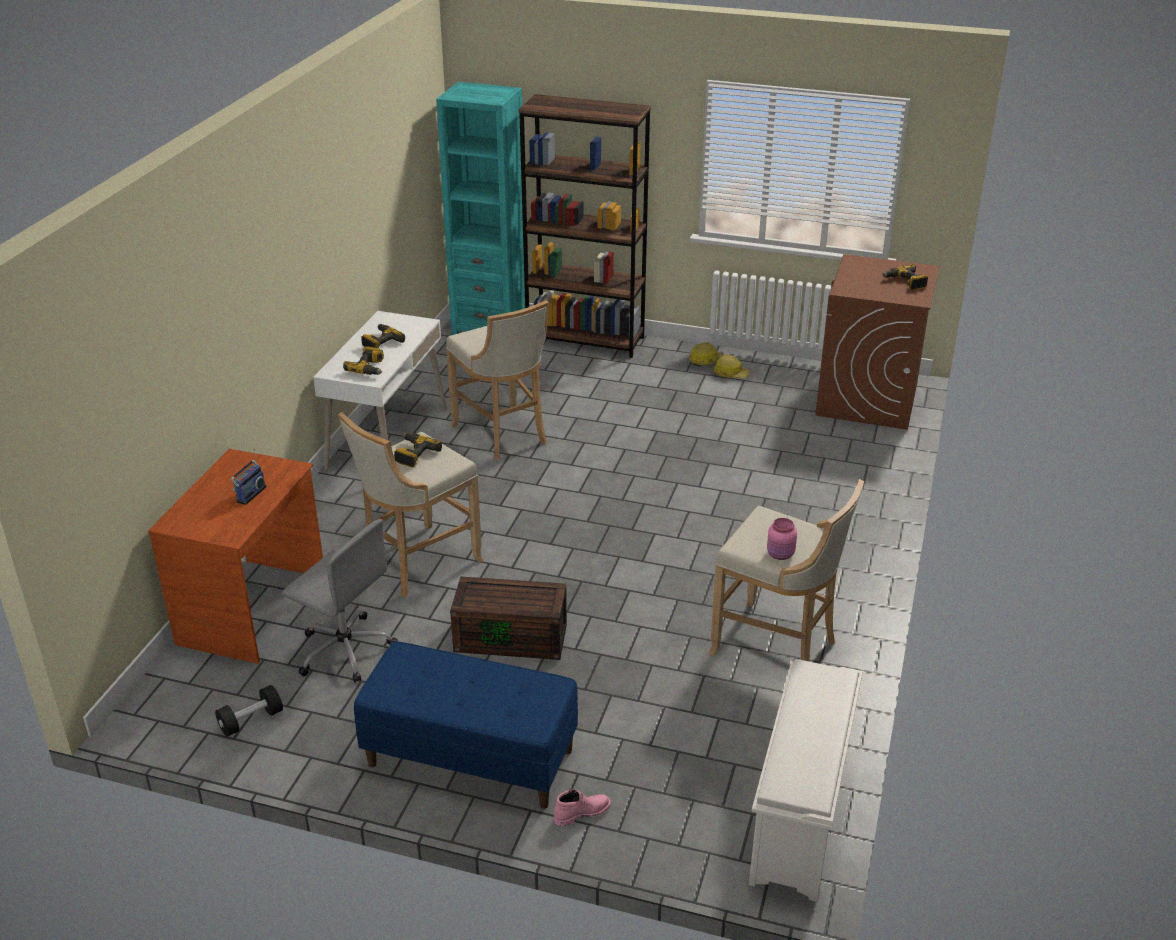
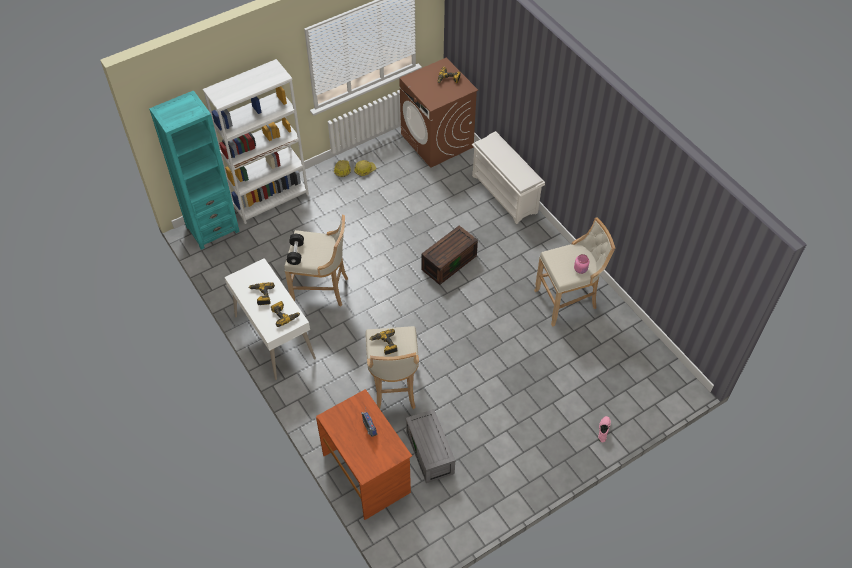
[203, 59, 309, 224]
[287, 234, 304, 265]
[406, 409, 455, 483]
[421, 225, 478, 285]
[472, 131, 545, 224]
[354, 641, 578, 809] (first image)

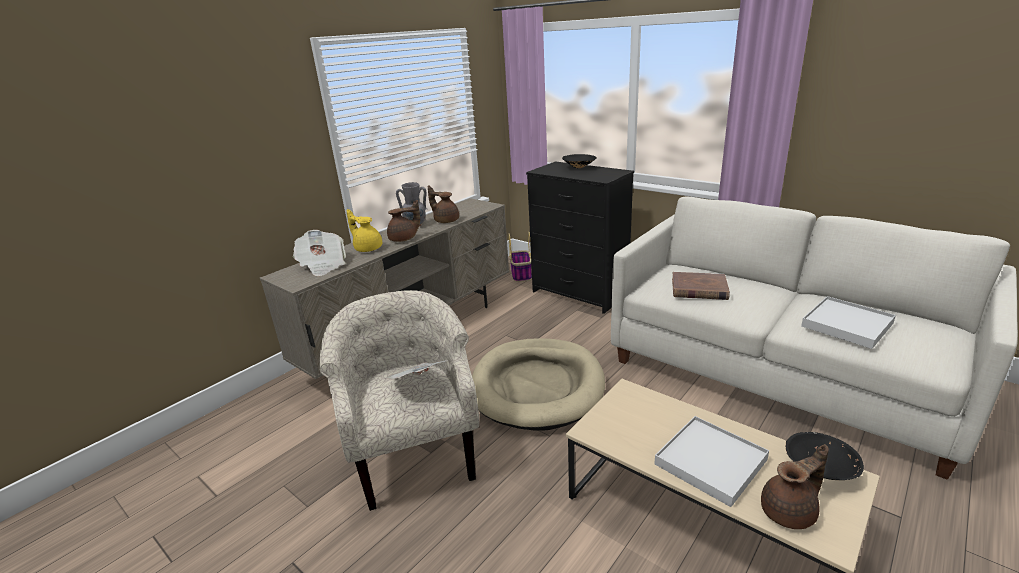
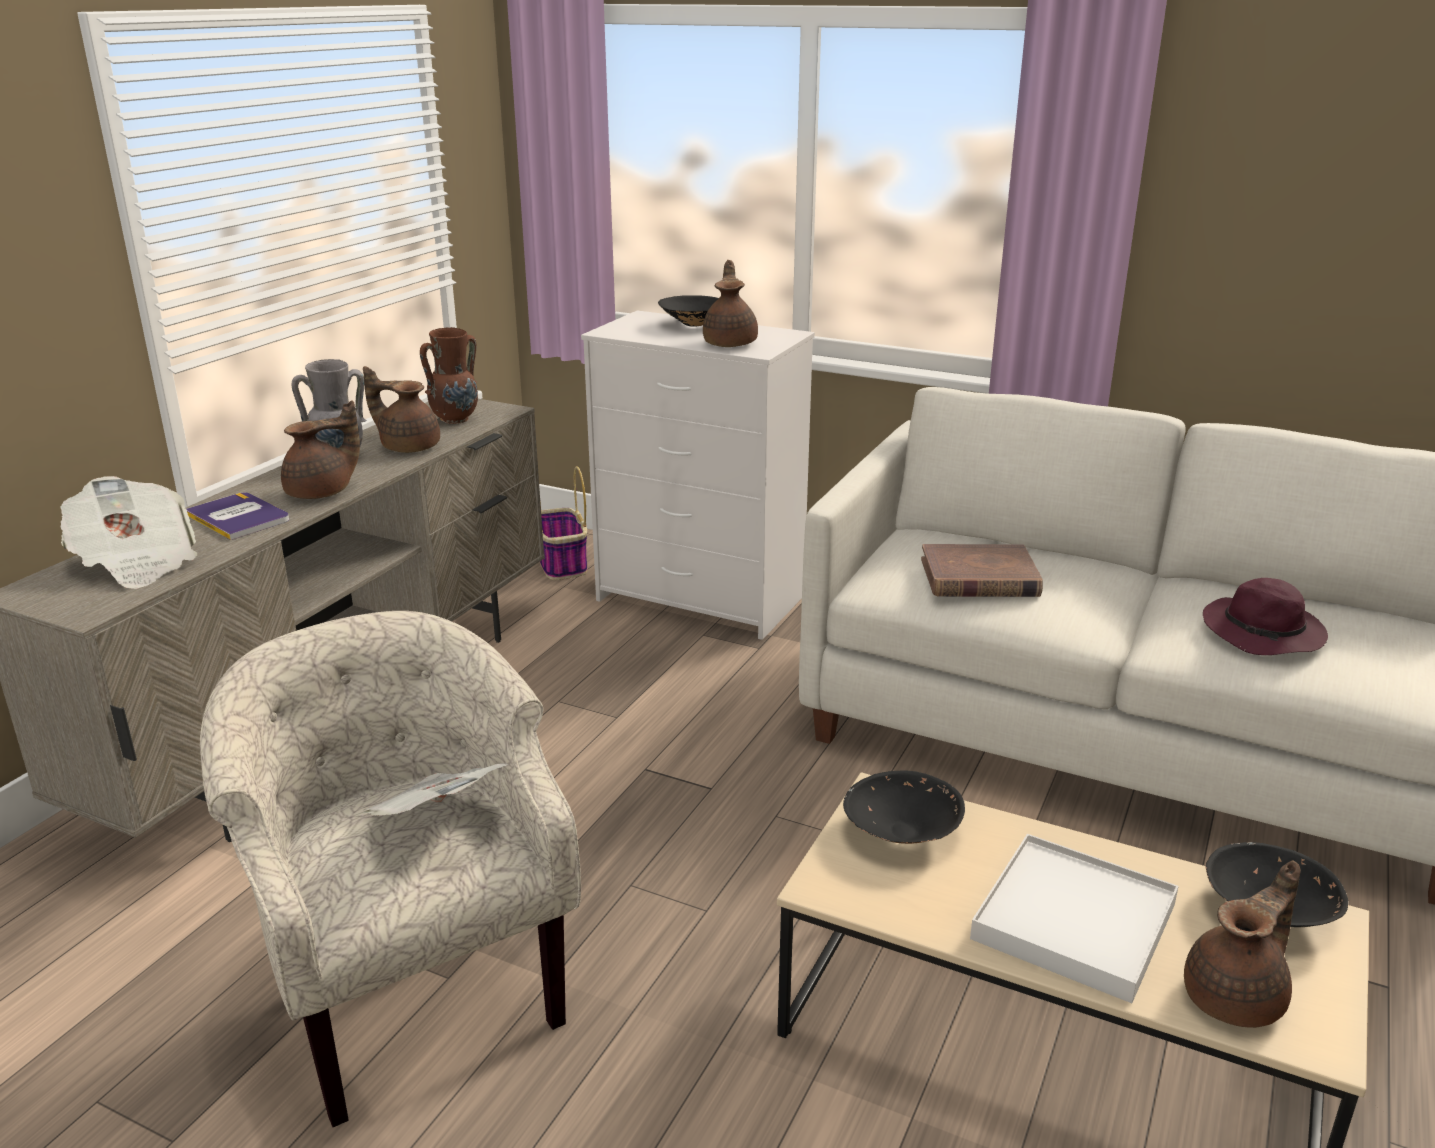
[187, 492, 289, 540]
[420, 327, 478, 424]
[581, 311, 815, 640]
[703, 260, 758, 347]
[843, 770, 965, 844]
[1203, 578, 1328, 655]
[472, 338, 605, 431] (first image)

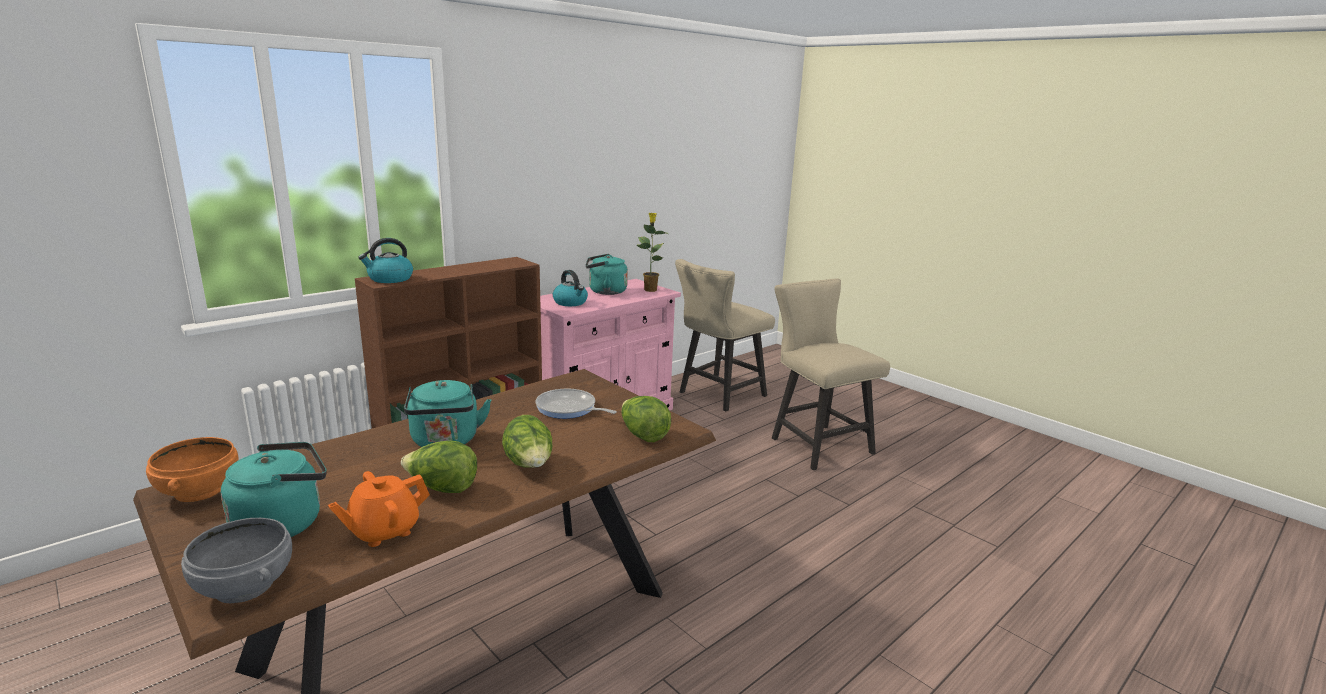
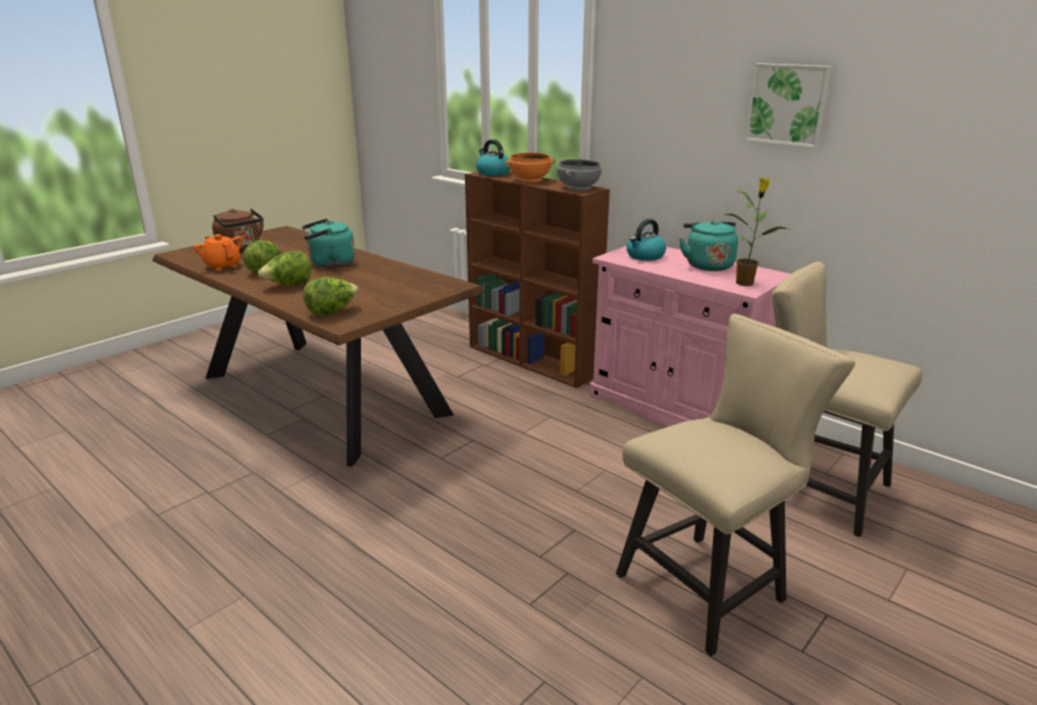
[212, 208, 264, 253]
[505, 153, 555, 182]
[557, 159, 601, 191]
[745, 63, 833, 148]
[536, 389, 617, 419] (first image)

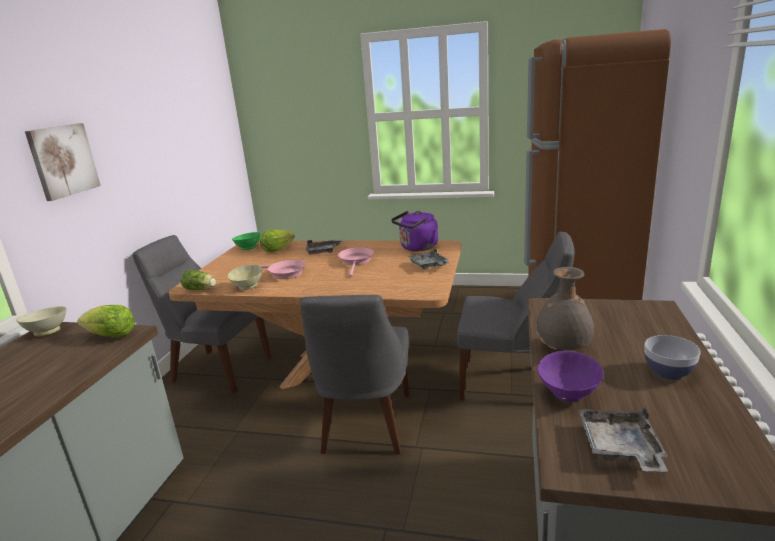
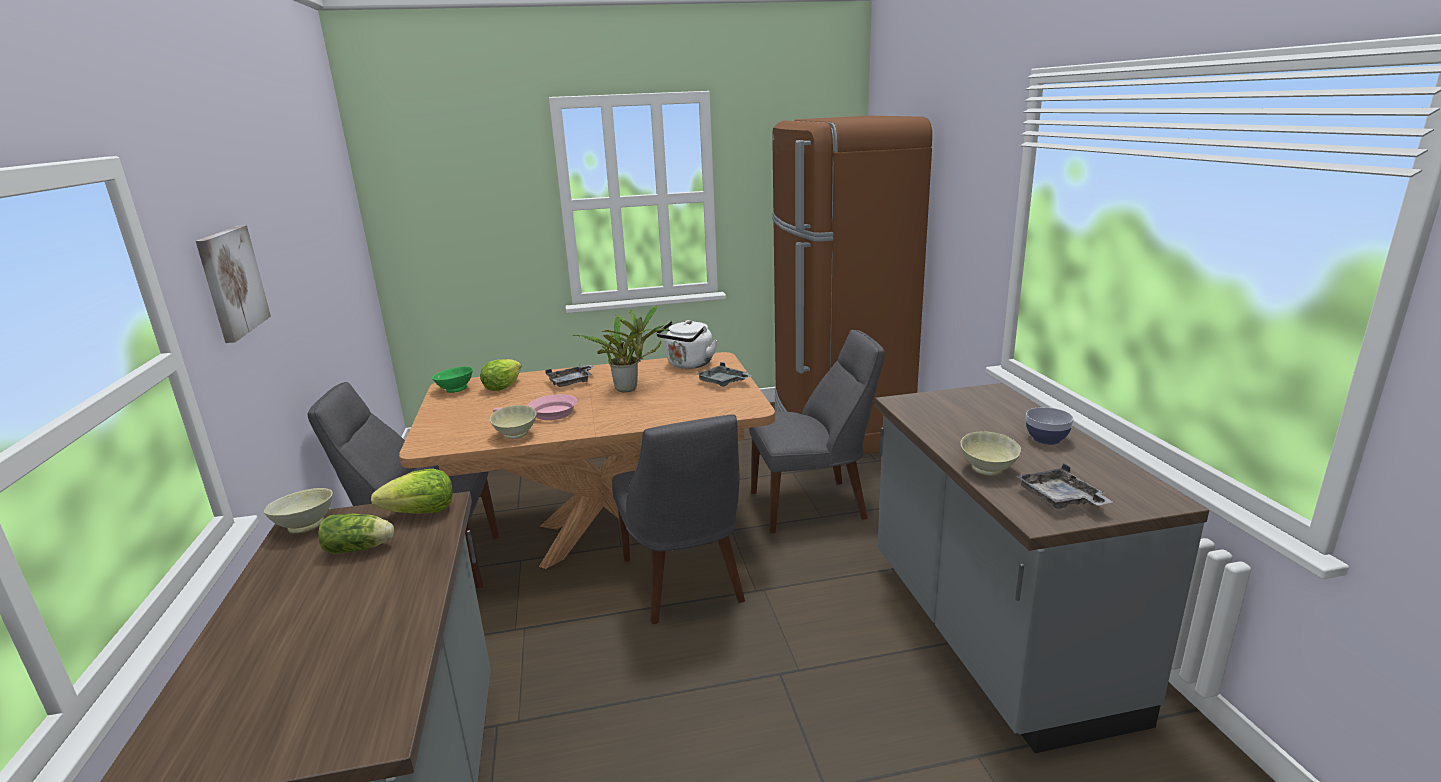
[318, 514, 394, 553]
[572, 305, 670, 392]
[656, 320, 718, 369]
[960, 432, 1021, 476]
[536, 267, 594, 350] (first image)

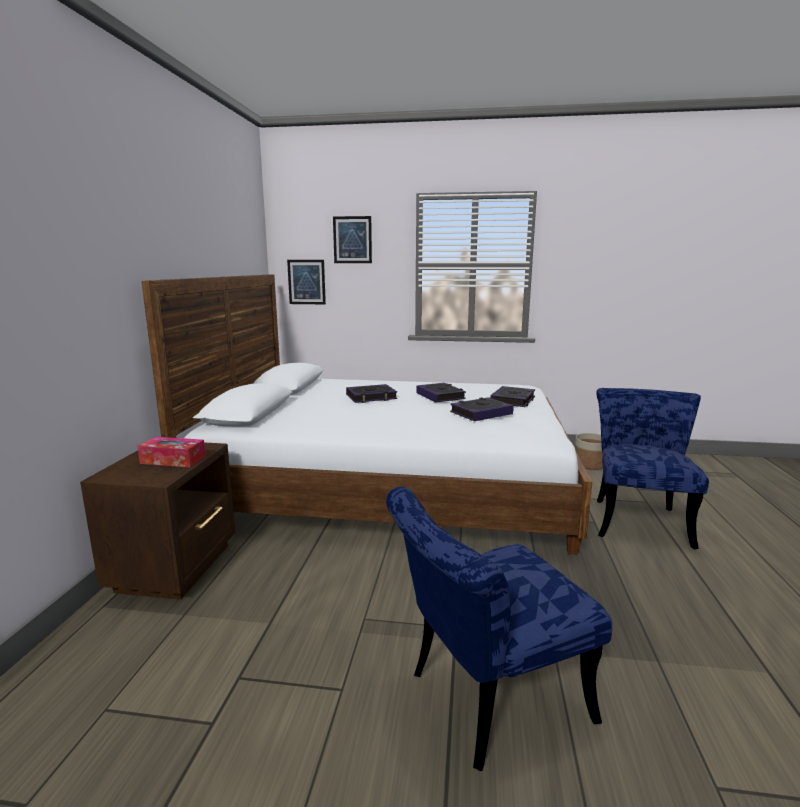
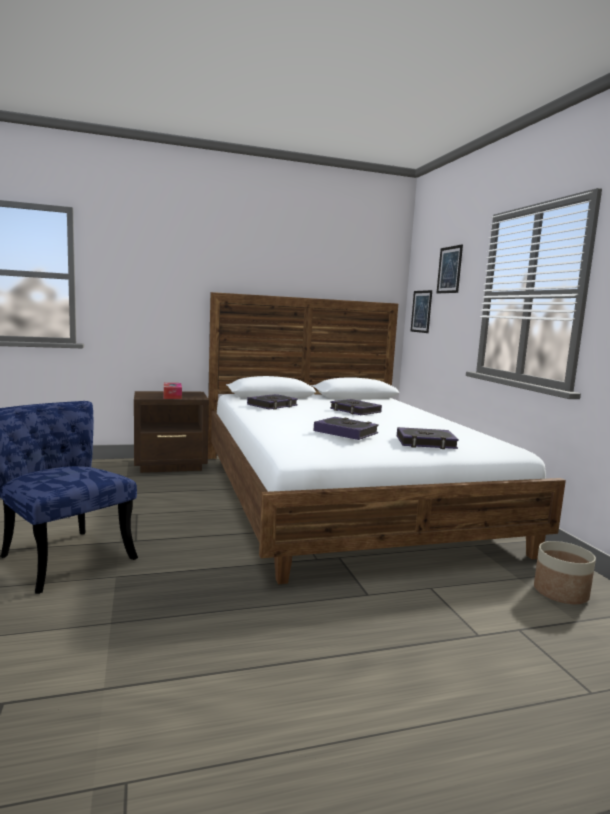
[247, 394, 298, 410]
[597, 388, 709, 549] (first image)

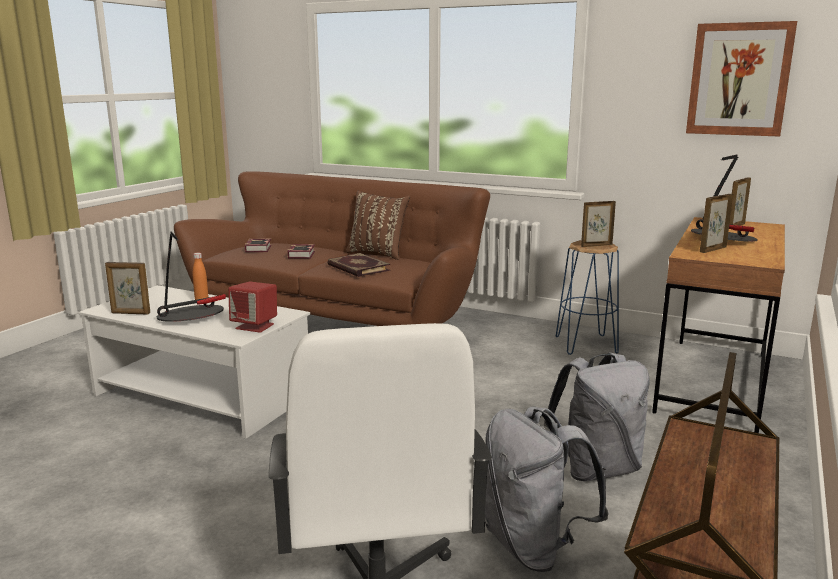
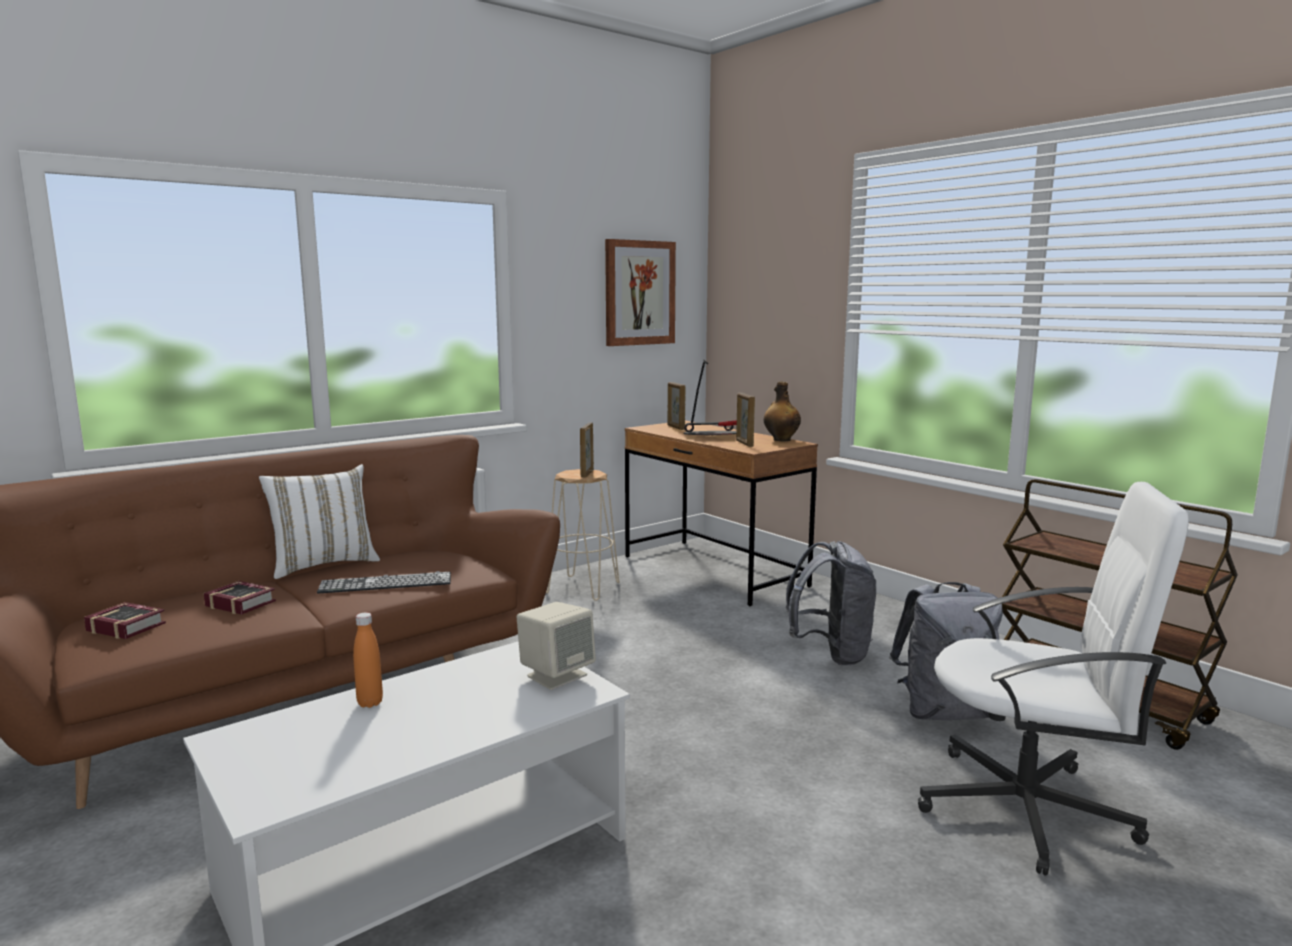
[259, 464, 380, 579]
[317, 571, 451, 593]
[517, 602, 596, 690]
[546, 469, 619, 601]
[764, 382, 801, 441]
[105, 262, 150, 314] (first image)
[157, 231, 226, 322] (first image)

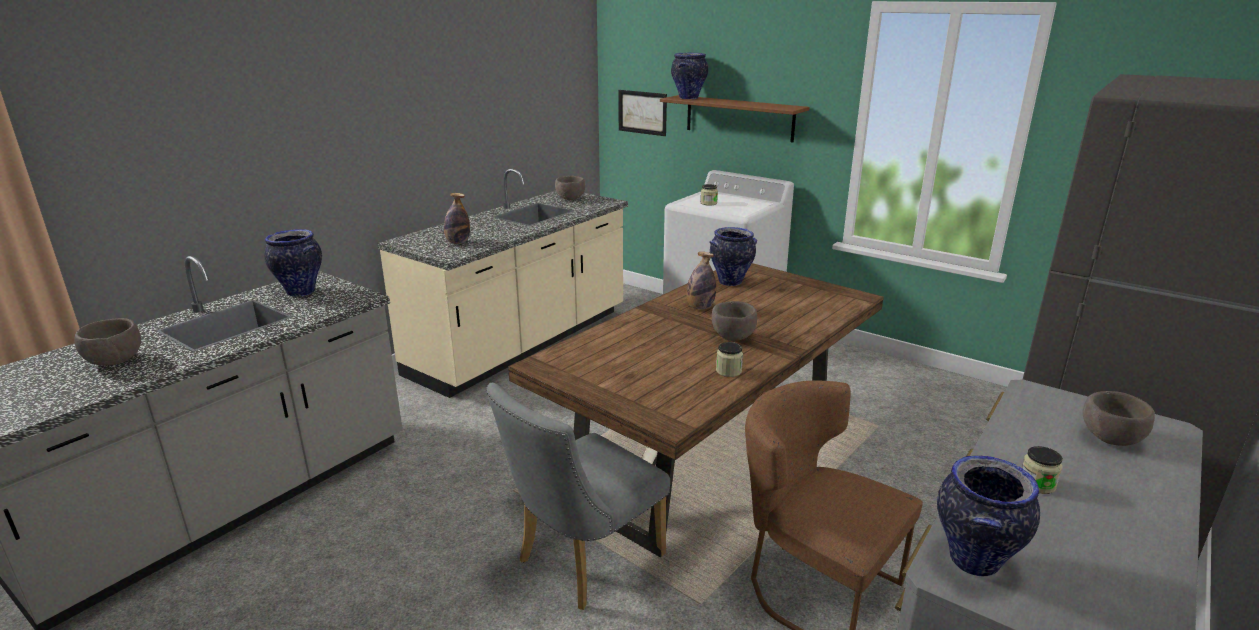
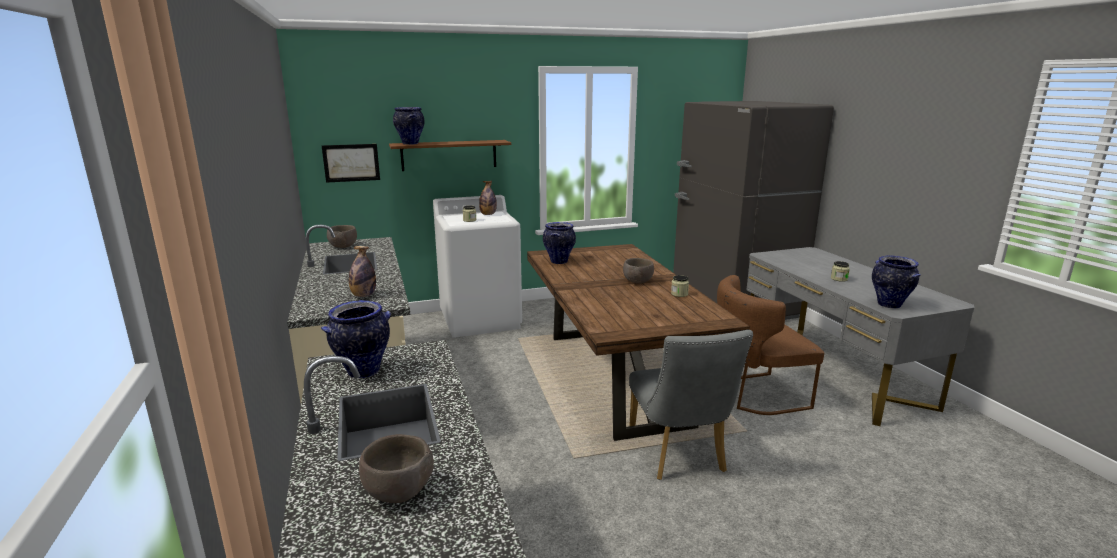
[479, 181, 497, 215]
[1082, 391, 1155, 446] (first image)

